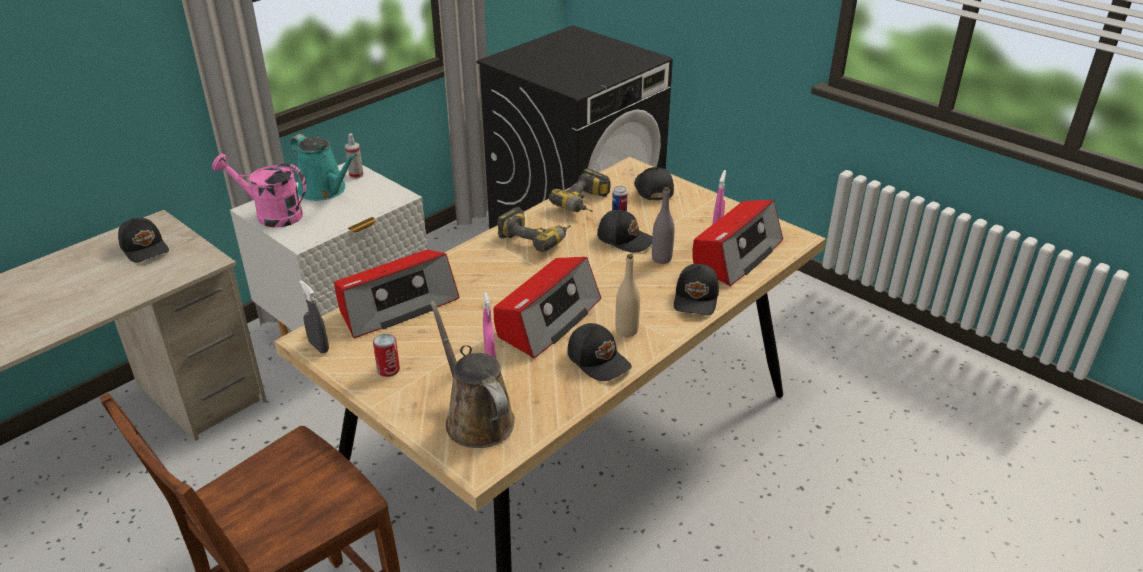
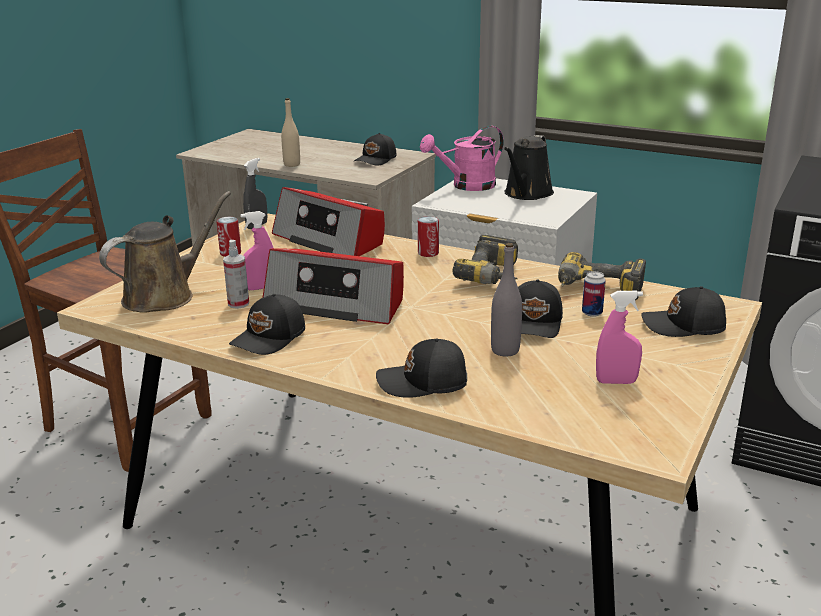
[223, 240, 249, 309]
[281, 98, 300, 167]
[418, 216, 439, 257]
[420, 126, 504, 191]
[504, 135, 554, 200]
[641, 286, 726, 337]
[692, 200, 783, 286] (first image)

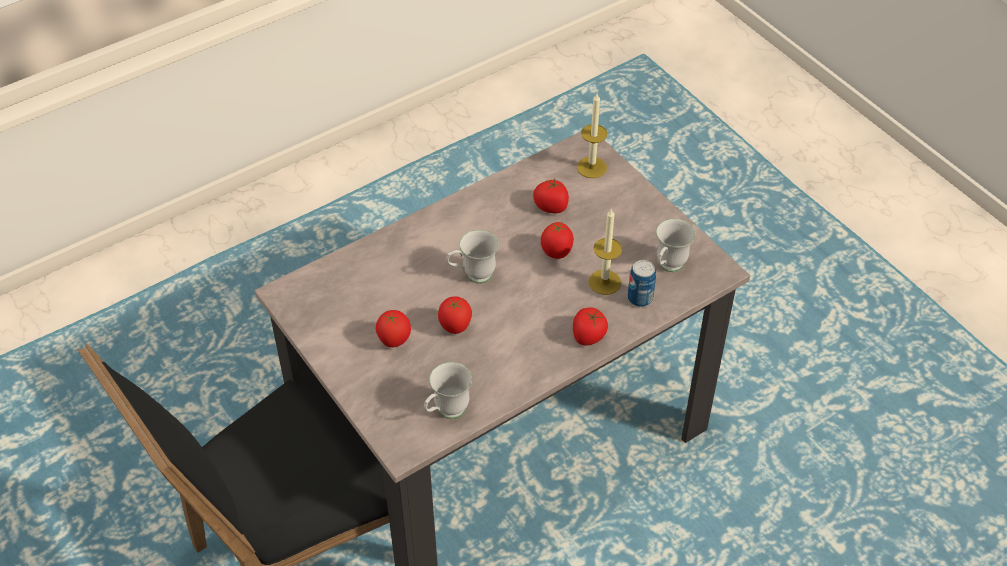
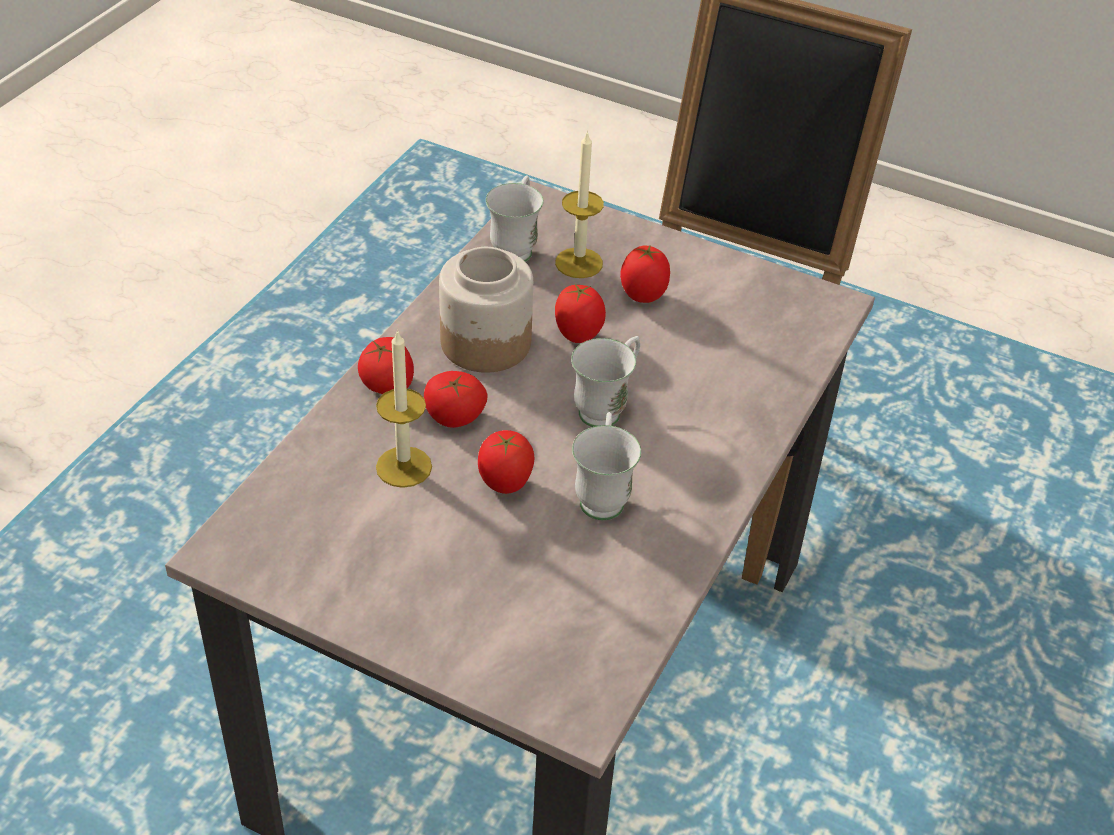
[424, 371, 487, 428]
[439, 247, 533, 373]
[555, 130, 604, 278]
[572, 412, 641, 520]
[628, 260, 656, 307] (first image)

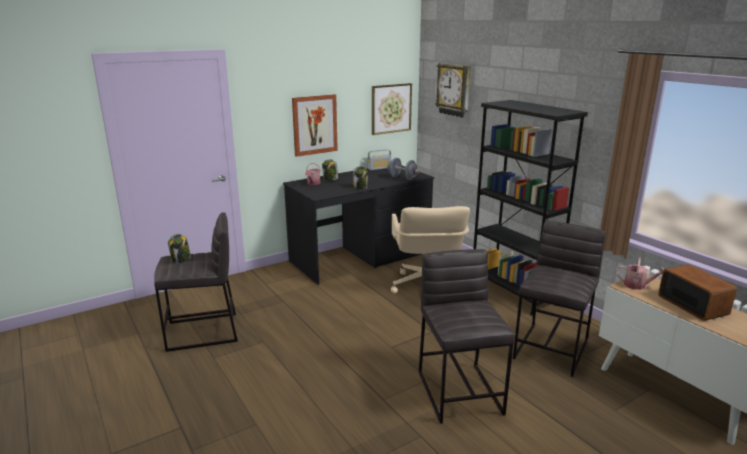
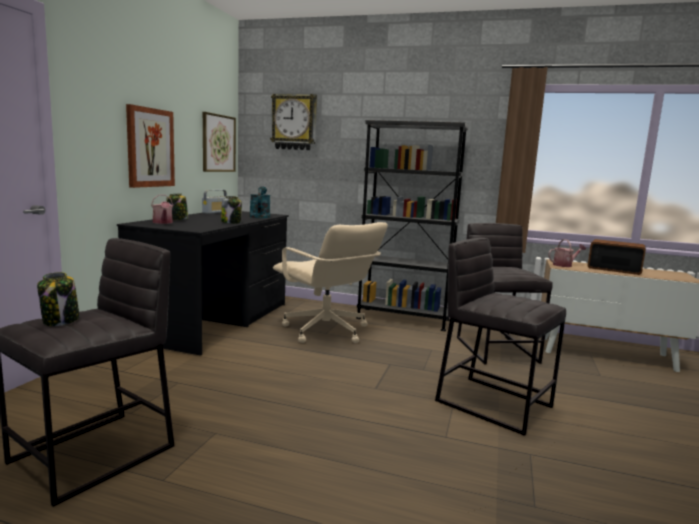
[249, 186, 270, 218]

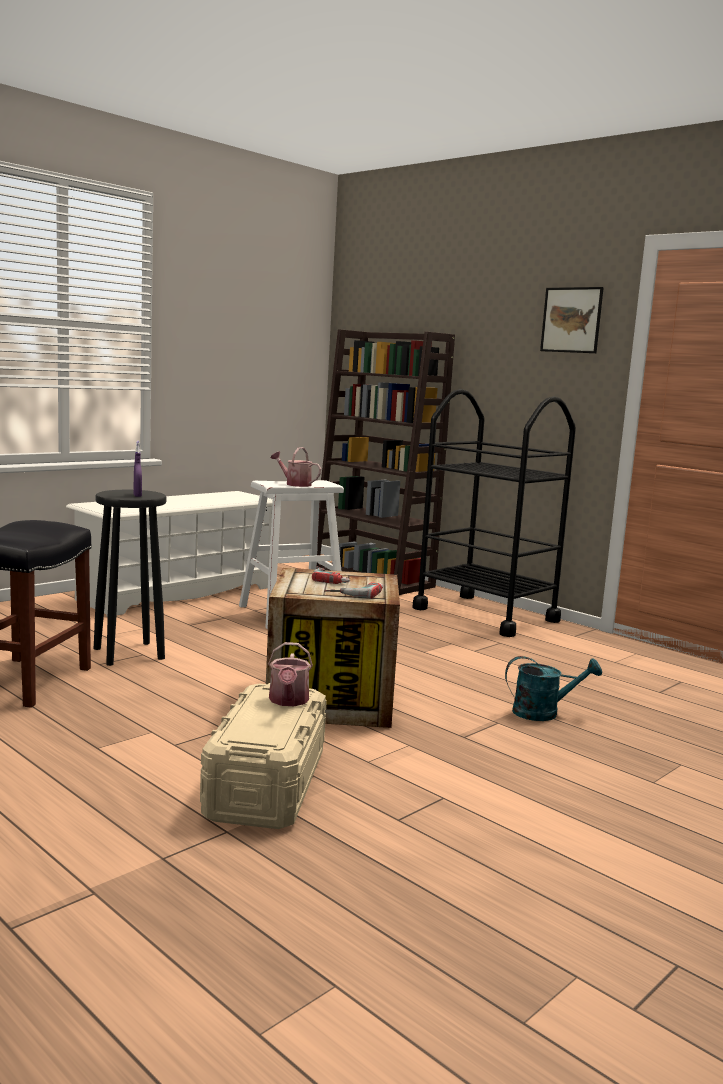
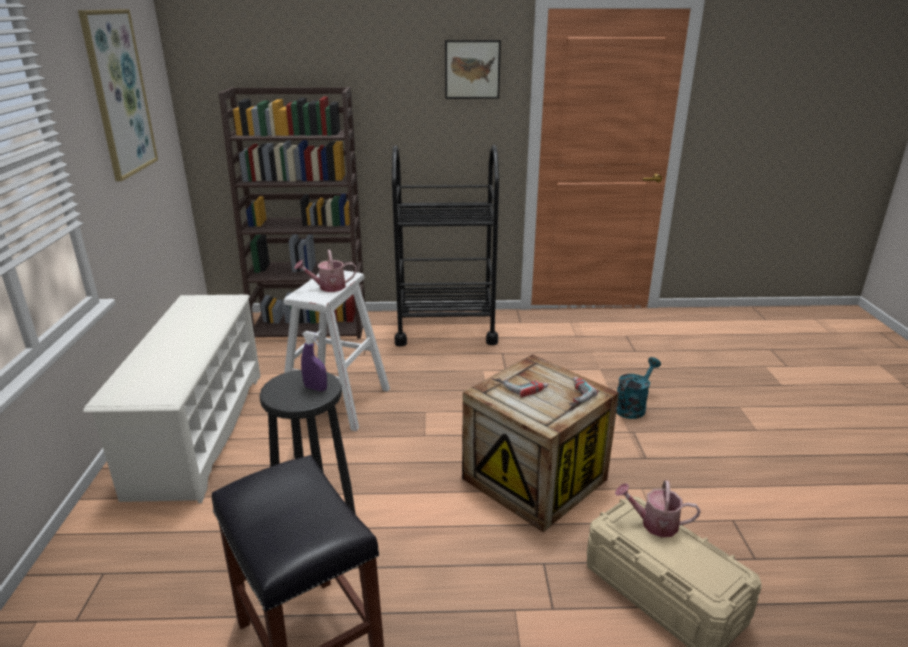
[78, 9, 158, 181]
[615, 480, 701, 537]

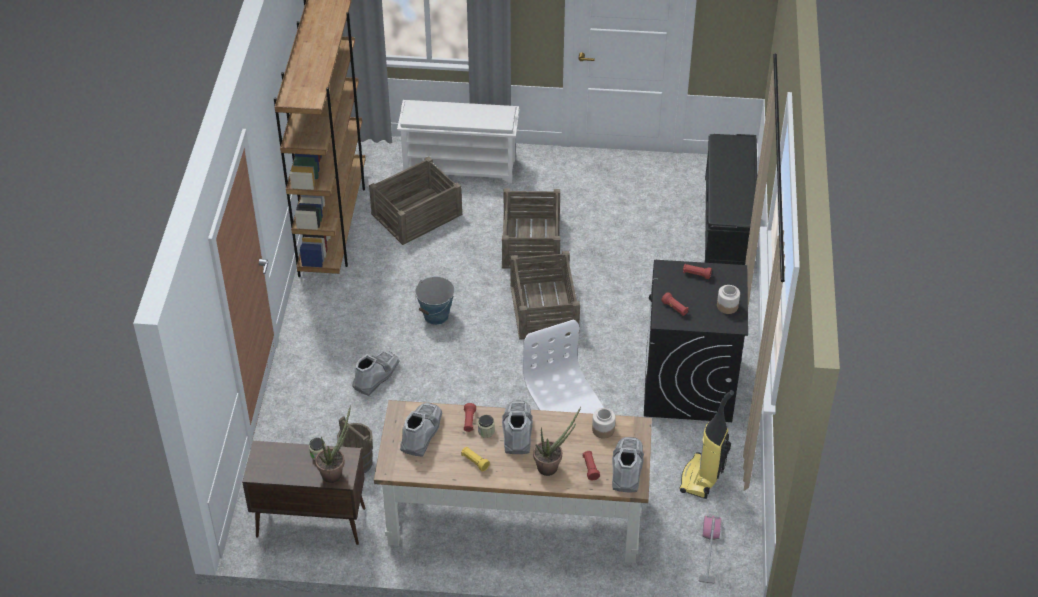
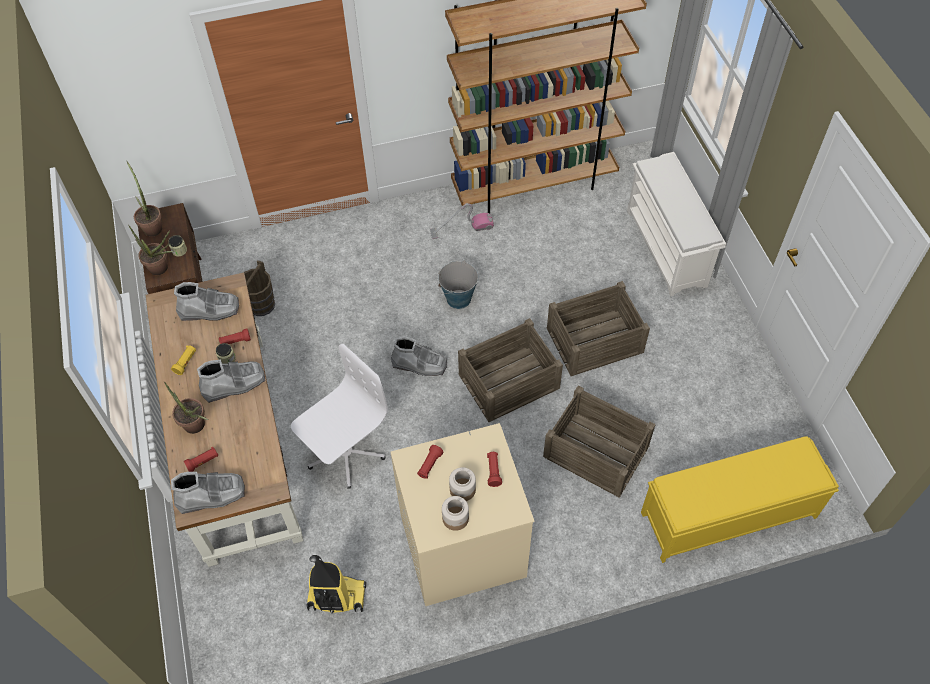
[127, 161, 162, 237]
[390, 423, 535, 606]
[391, 336, 447, 376]
[430, 203, 494, 239]
[449, 467, 476, 501]
[543, 385, 656, 498]
[641, 436, 839, 563]

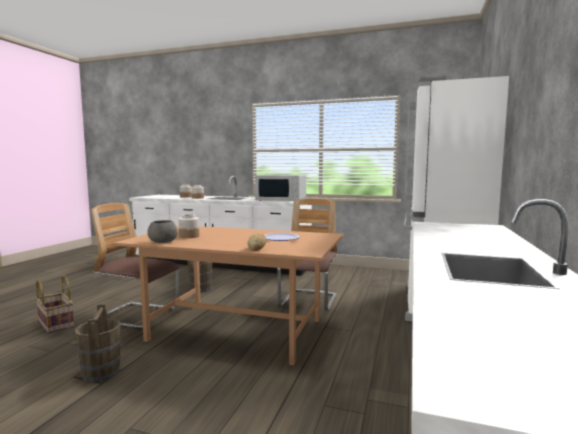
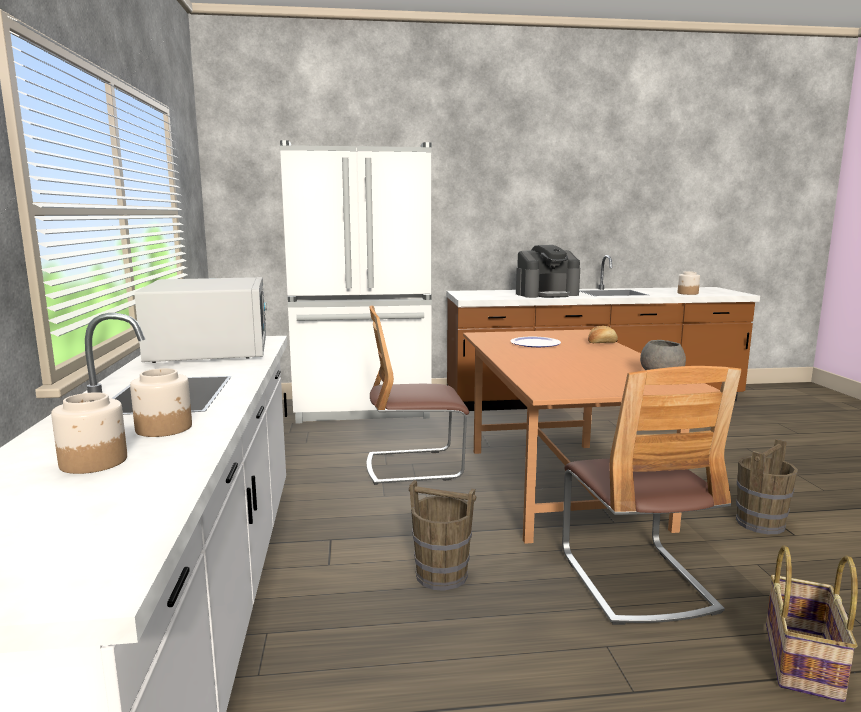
[516, 245, 580, 298]
[678, 271, 700, 295]

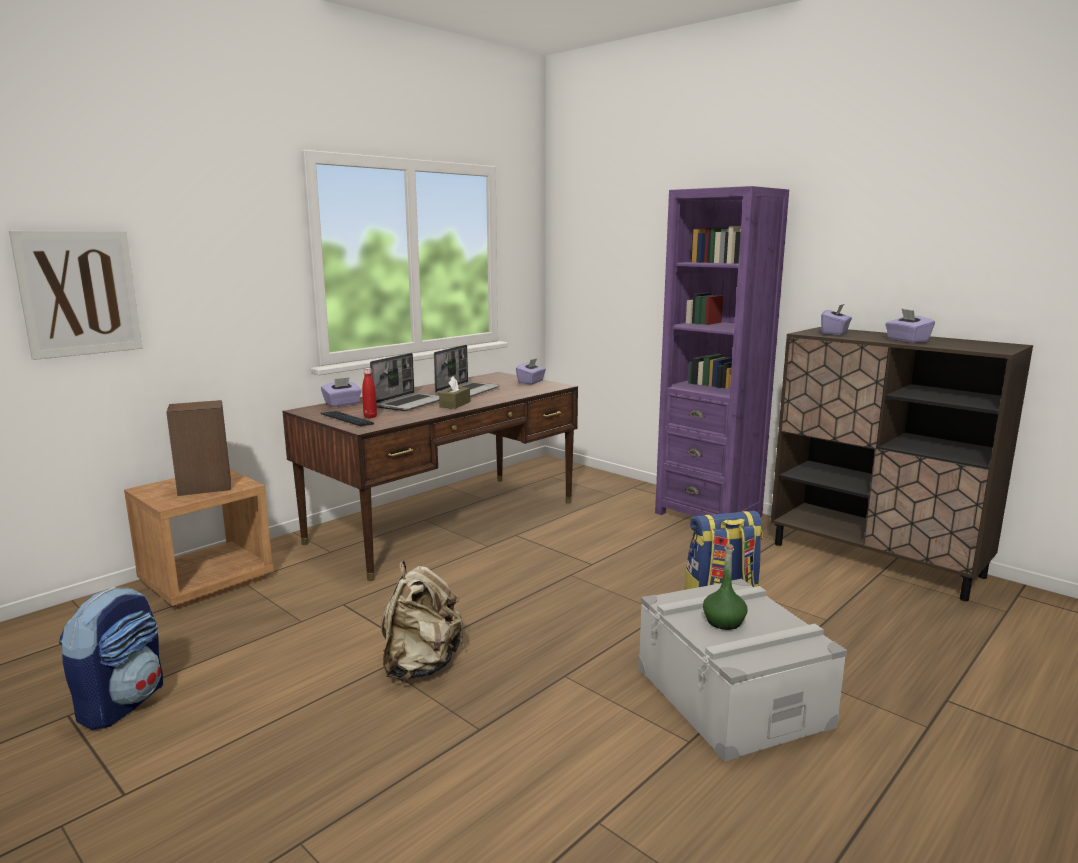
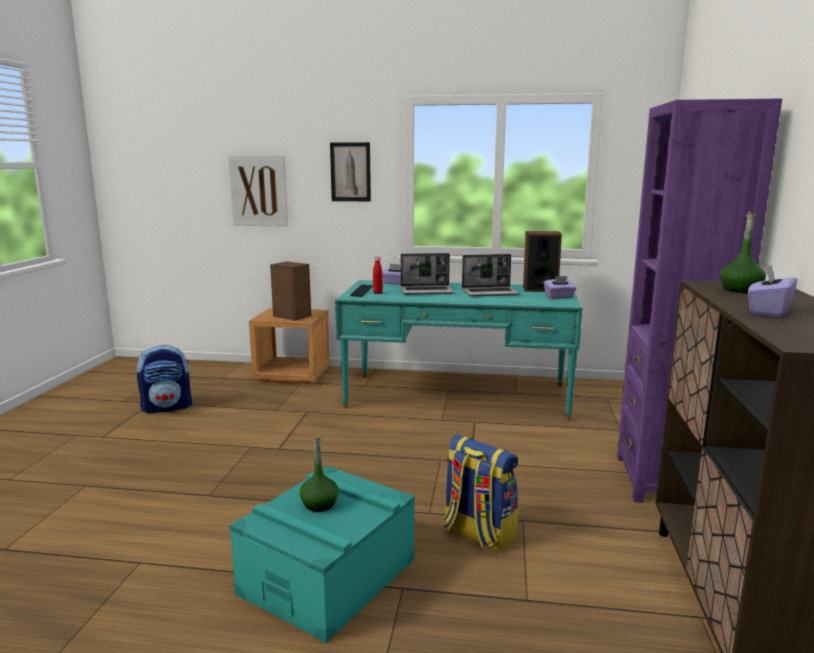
[229, 465, 415, 643]
[330, 142, 371, 201]
[335, 280, 582, 421]
[523, 231, 562, 292]
[720, 211, 766, 293]
[381, 561, 465, 681] (first image)
[439, 376, 470, 409] (first image)

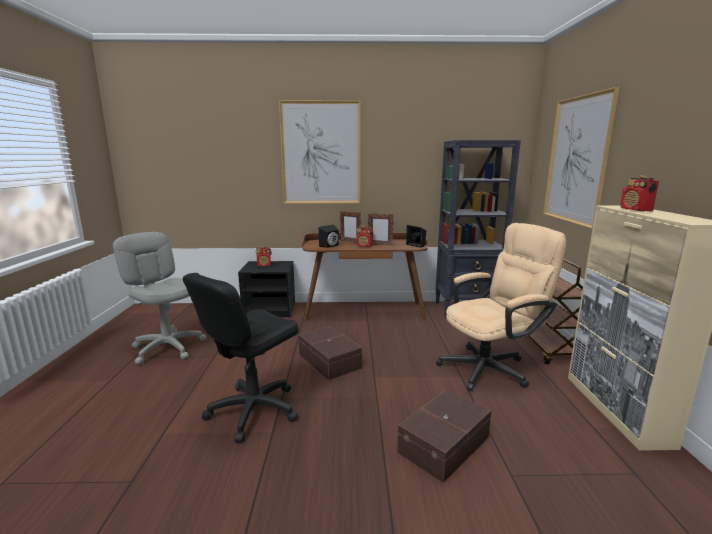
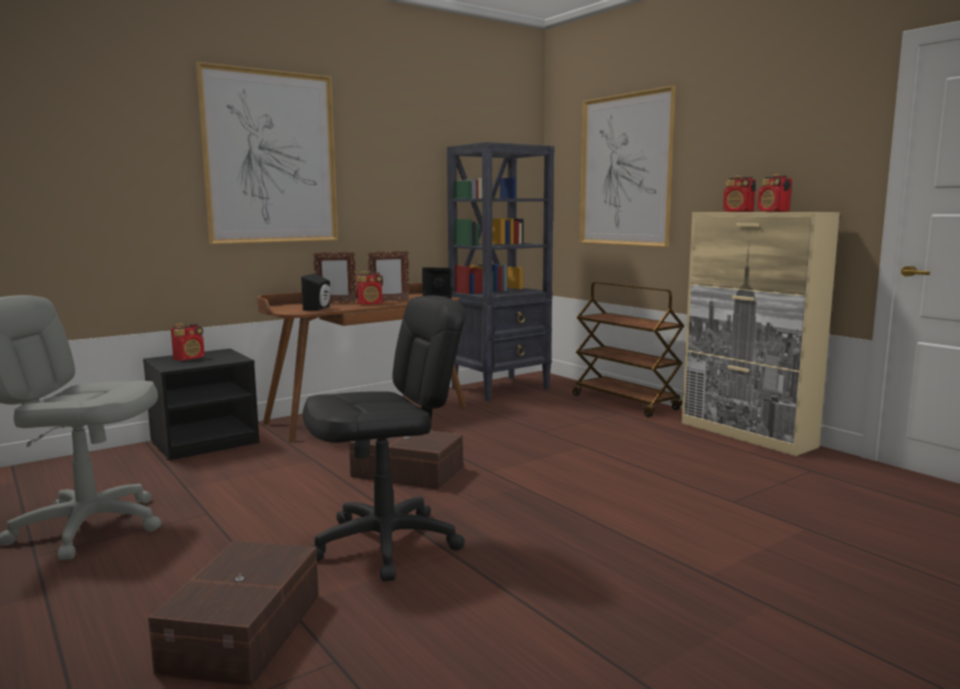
[148, 541, 319, 686]
[303, 295, 465, 581]
[757, 174, 792, 212]
[436, 223, 566, 391] (first image)

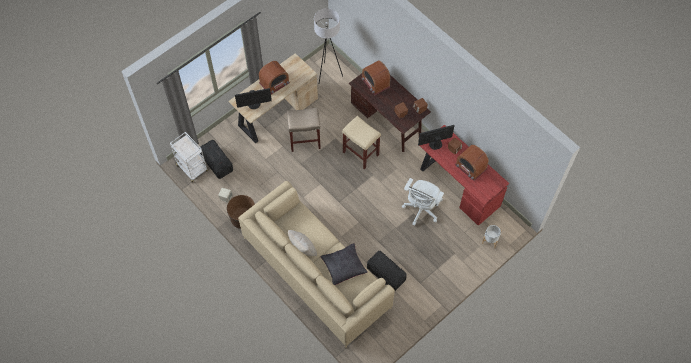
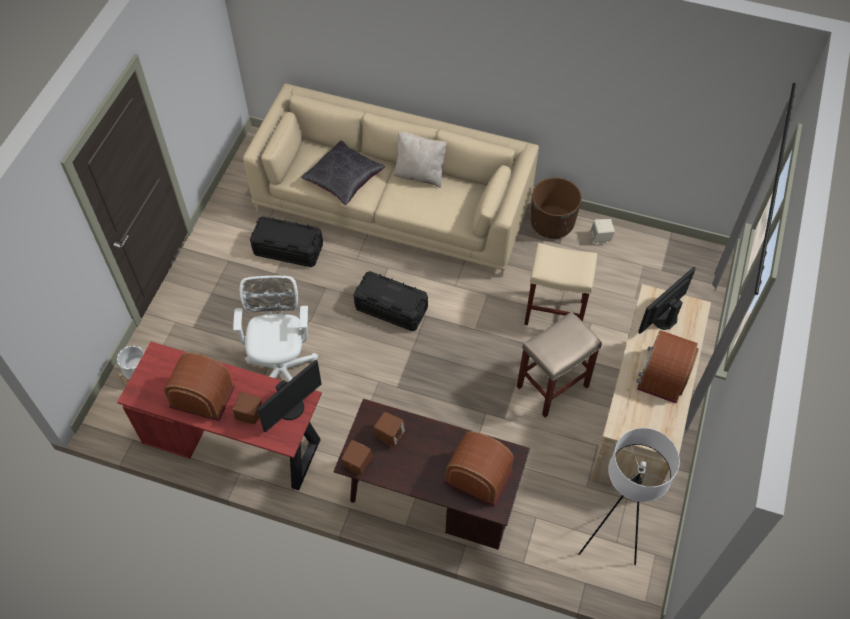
[354, 271, 428, 331]
[524, 243, 597, 325]
[170, 132, 208, 182] (first image)

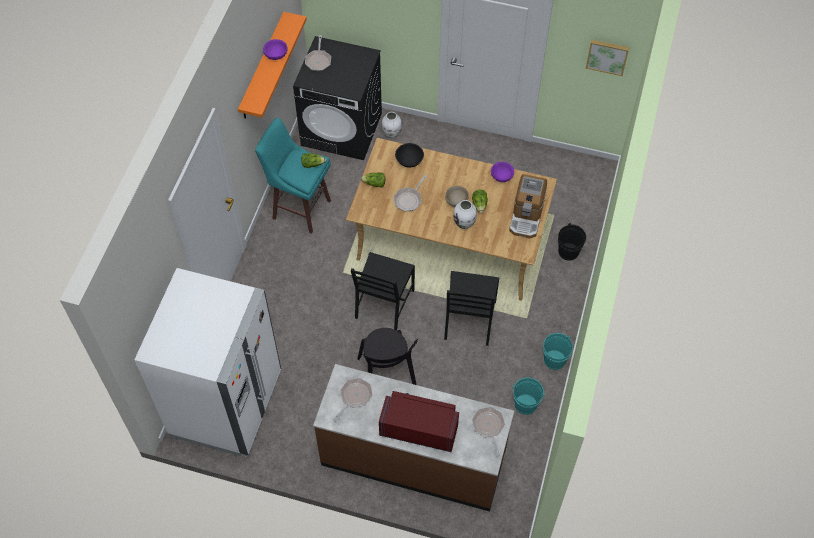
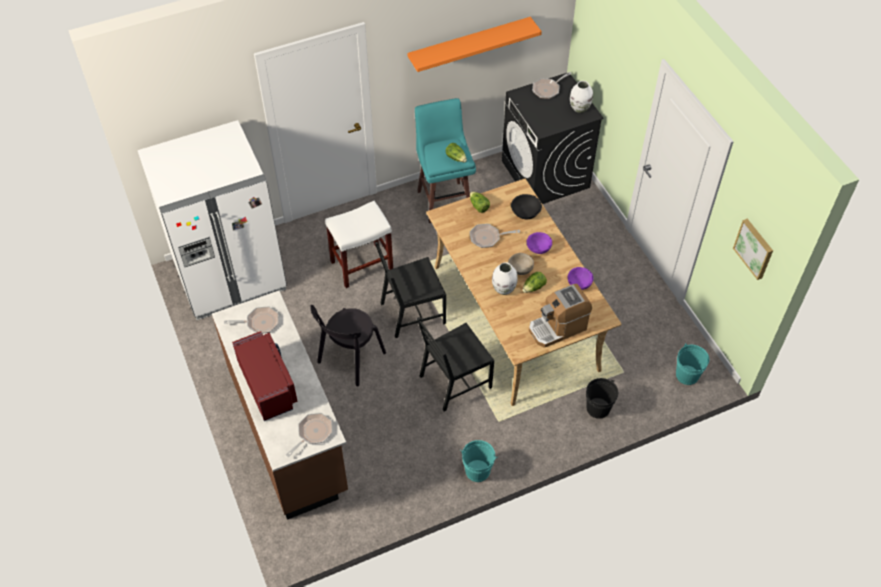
[325, 201, 393, 288]
[527, 232, 552, 254]
[570, 81, 593, 113]
[676, 343, 709, 385]

